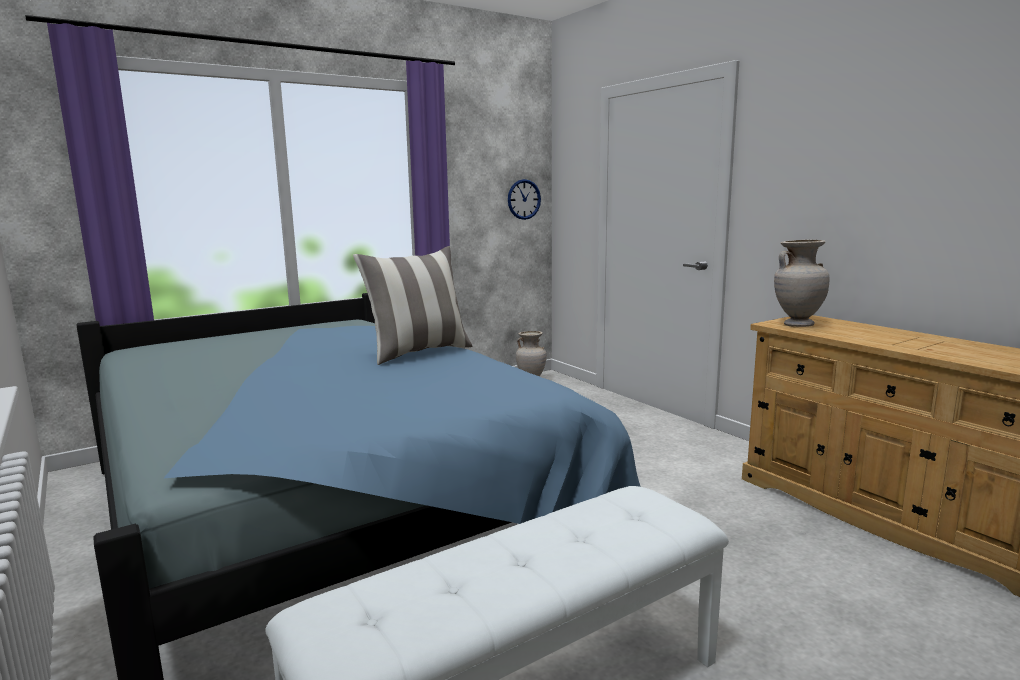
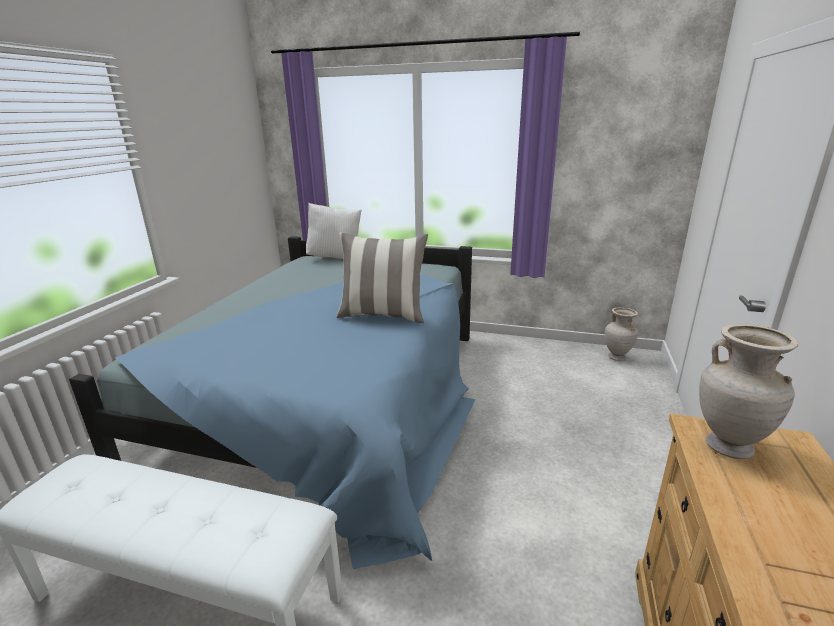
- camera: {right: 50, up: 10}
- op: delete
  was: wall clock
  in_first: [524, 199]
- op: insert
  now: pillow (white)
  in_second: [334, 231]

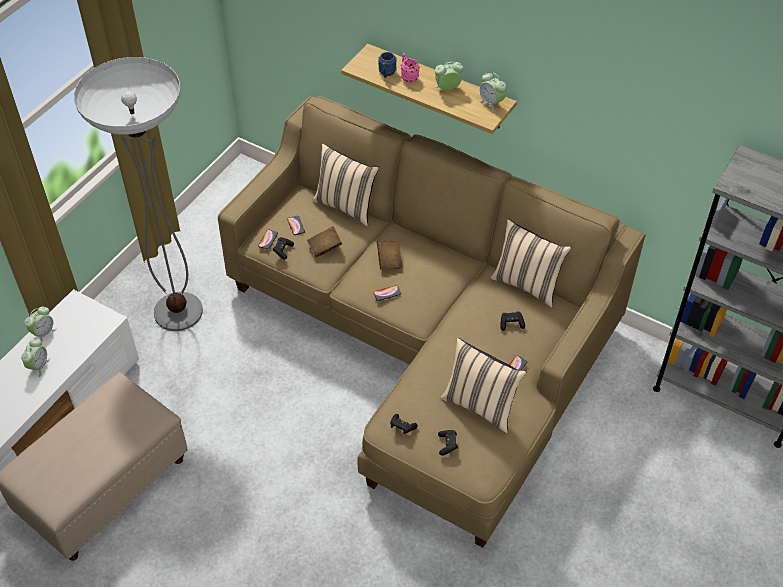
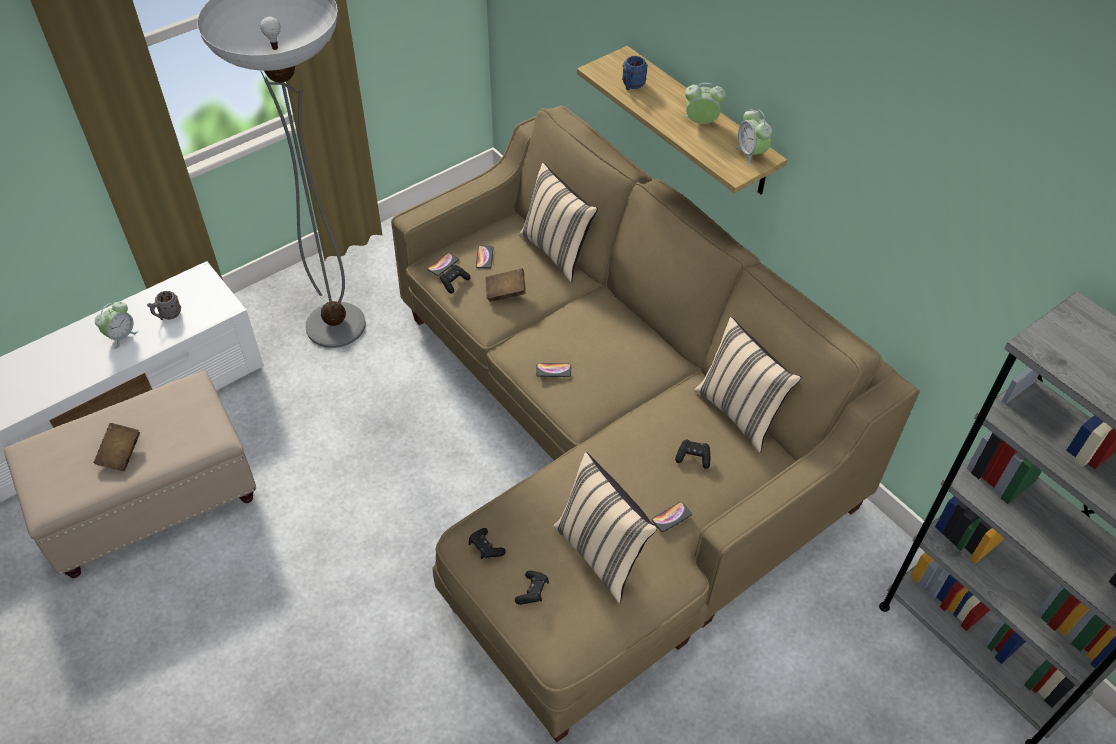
- camera: {right: 20, up: 0}
- op: delete
  was: mug (pink)
  in_first: [410, 68]
- op: move
  was: book (brown)
  in_first: [389, 255]
  in_second: [117, 447]
- op: delete
  was: alarm clock
  in_first: [40, 324]
- op: insert
  now: mug (grey)
  in_second: [164, 305]

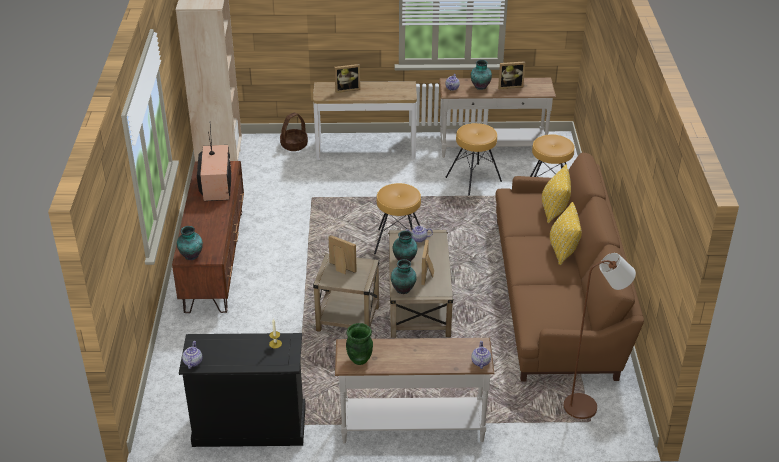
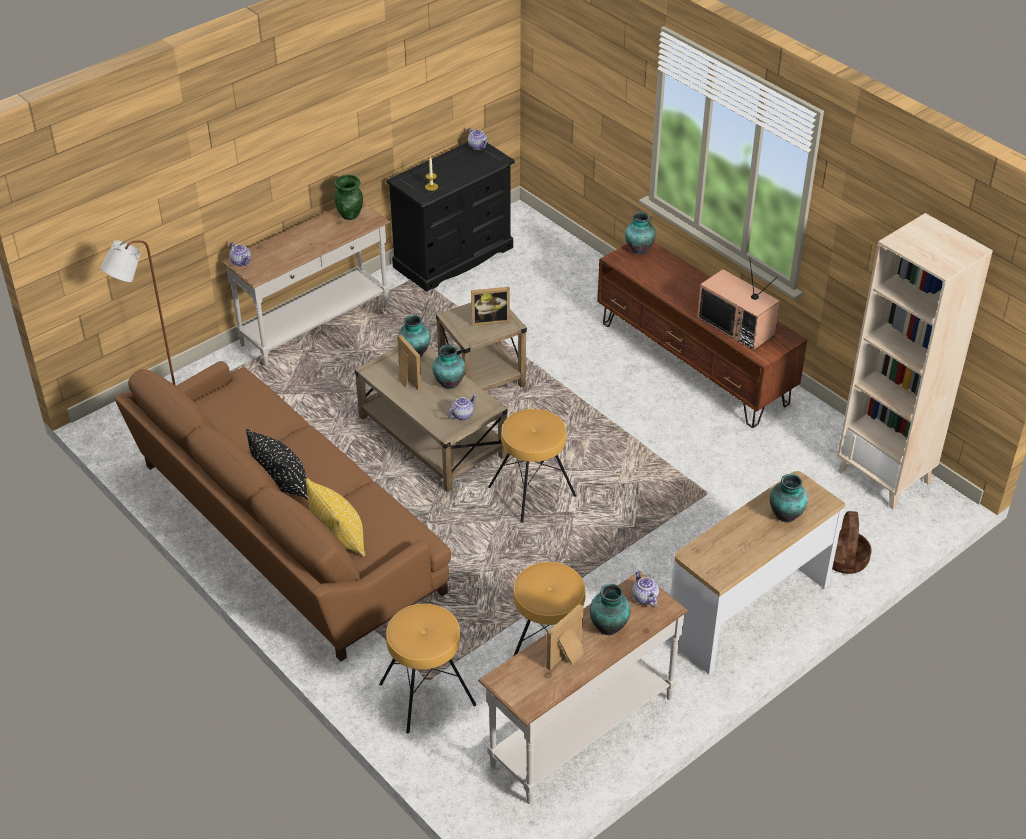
- camera: {right: 140, up: 5}
- op: replace
  was: picture frame
  now: vase
  in_first: [347, 78]
  in_second: [789, 498]
- op: recolor
  was: pillow (yellow)
  now: pillow (black)
  in_first: [566, 233]
  in_second: [277, 464]

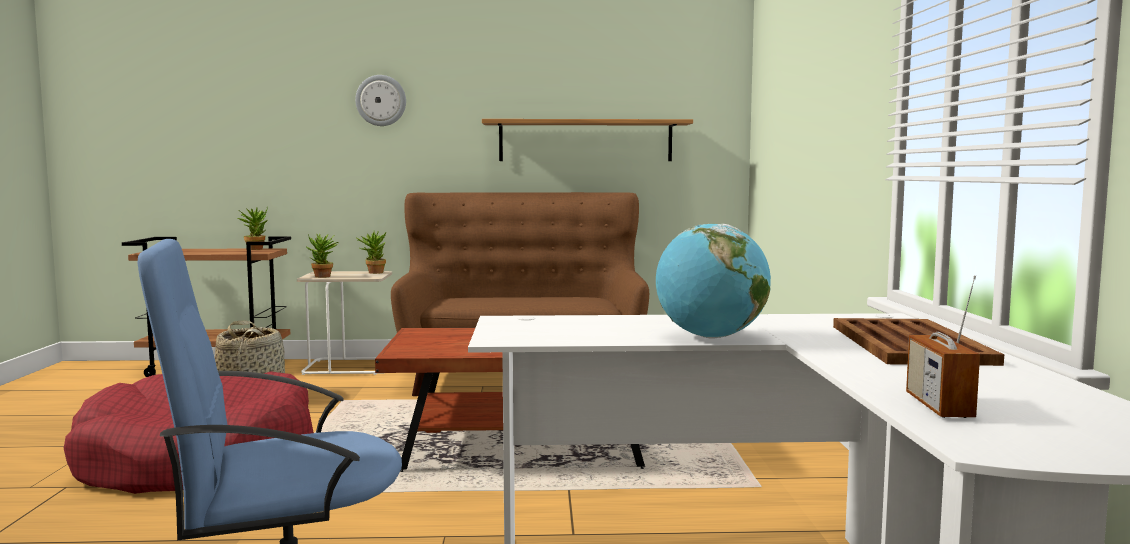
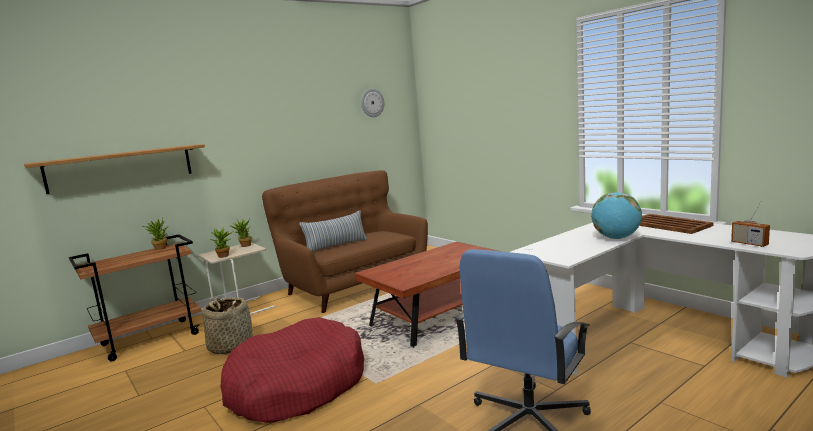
- camera: {right: -35, up: 5}
- op: move
  was: wall clock
  in_first: [380, 100]
  in_second: [372, 102]
- op: move
  was: shelf
  in_first: [587, 140]
  in_second: [114, 169]
- op: insert
  now: pillow
  in_second: [333, 231]

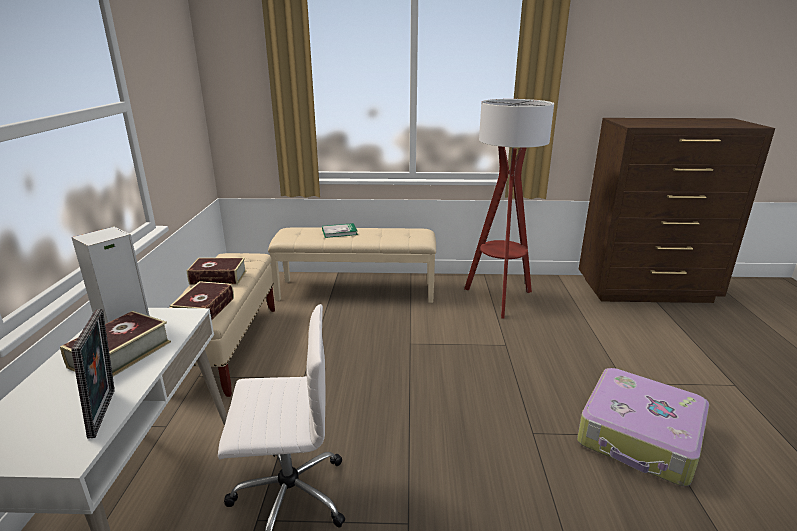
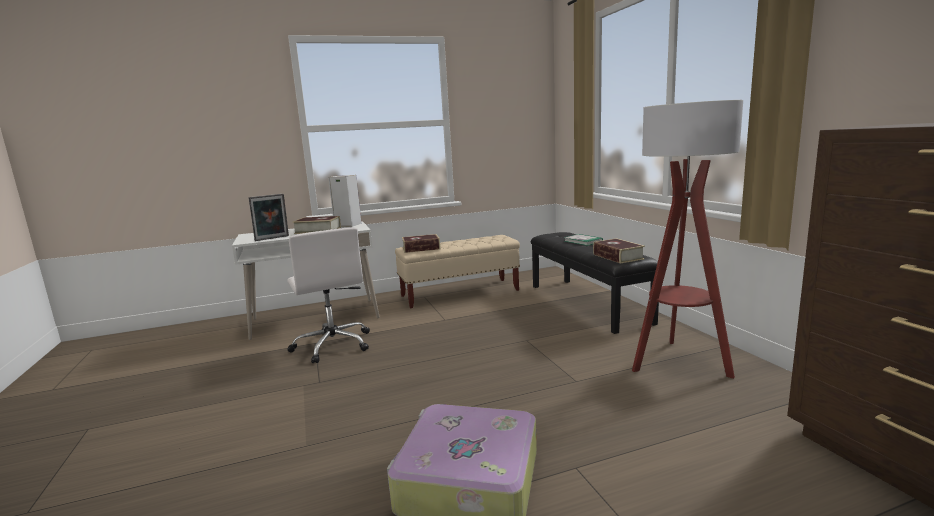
- camera: {right: 70, up: -10}
- op: recolor
  was: bench (beige)
  now: bench (black)
  in_first: [352, 265]
  in_second: [595, 283]
- op: move
  was: book
  in_first: [217, 271]
  in_second: [619, 251]

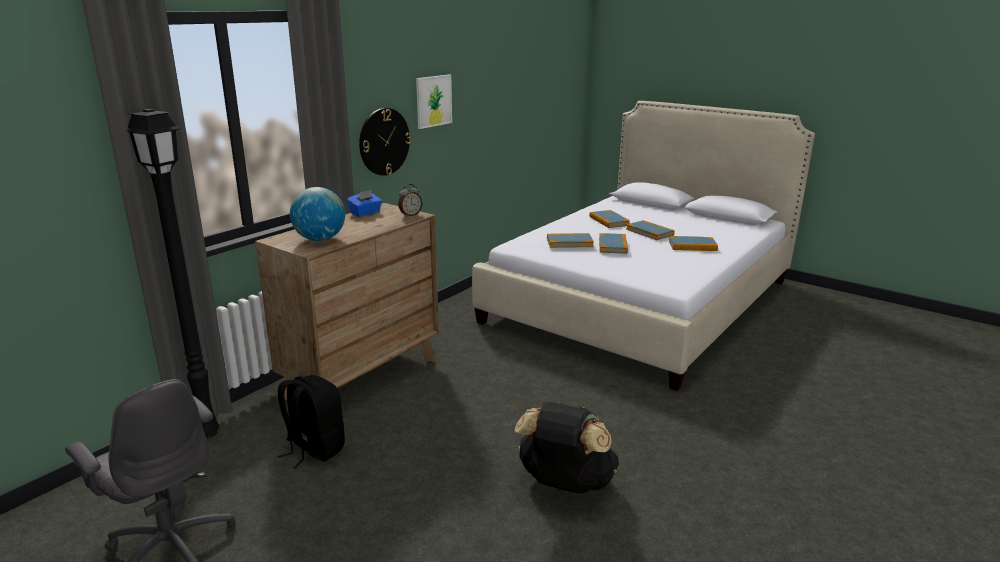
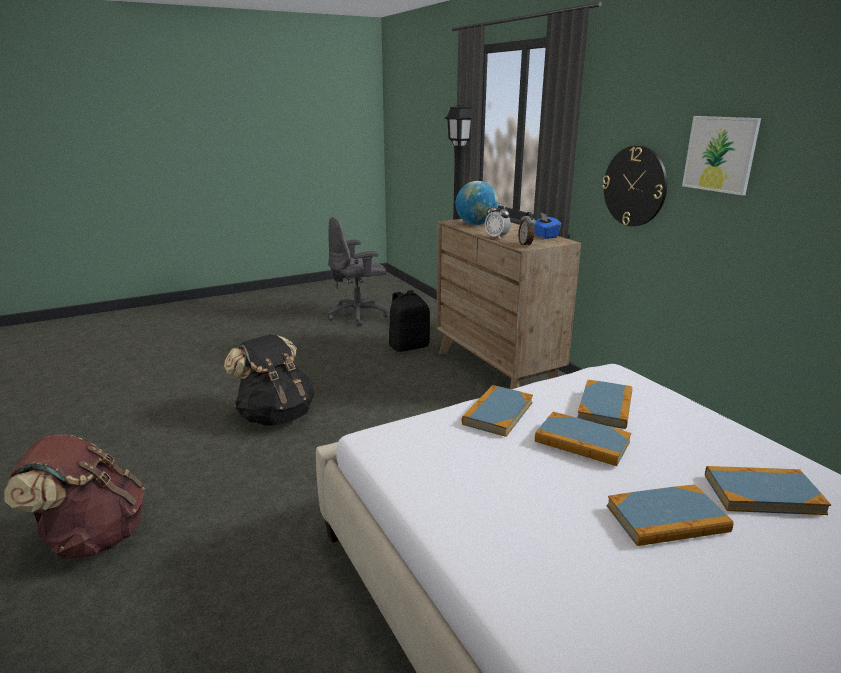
- camera: {right: 115, up: 0}
- op: move
  was: book
  in_first: [693, 243]
  in_second: [497, 411]
- op: insert
  now: alarm clock
  in_second: [498, 221]
- op: insert
  now: backpack (brown)
  in_second: [74, 496]

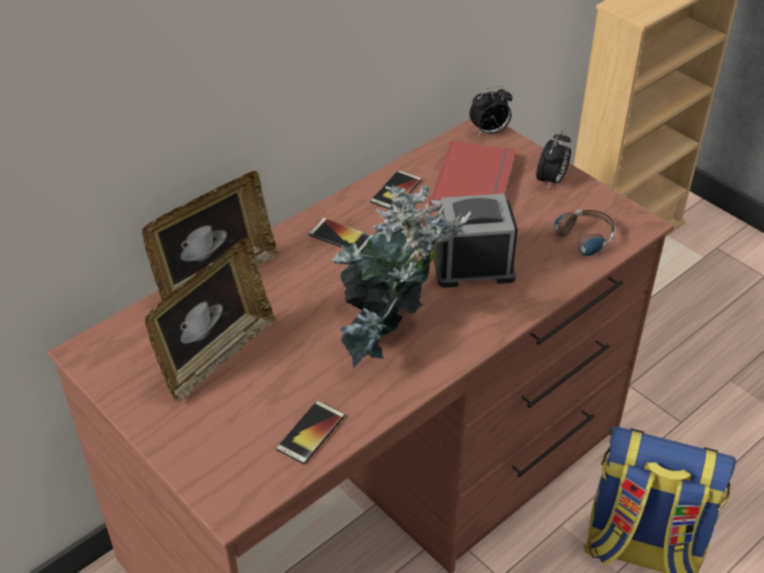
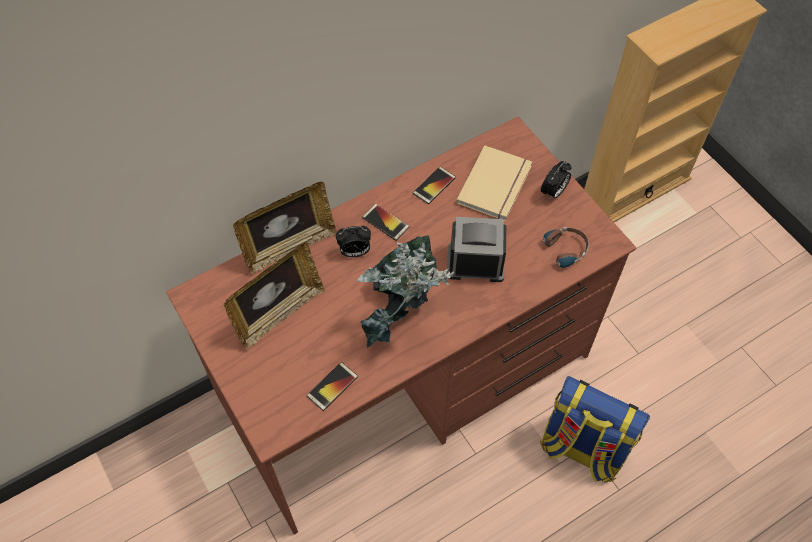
- camera: {right: 10, up: 15}
- op: move
  was: alarm clock
  in_first: [490, 110]
  in_second: [353, 241]
- op: recolor
  was: book (red)
  now: book (beige)
  in_first: [473, 173]
  in_second: [494, 183]

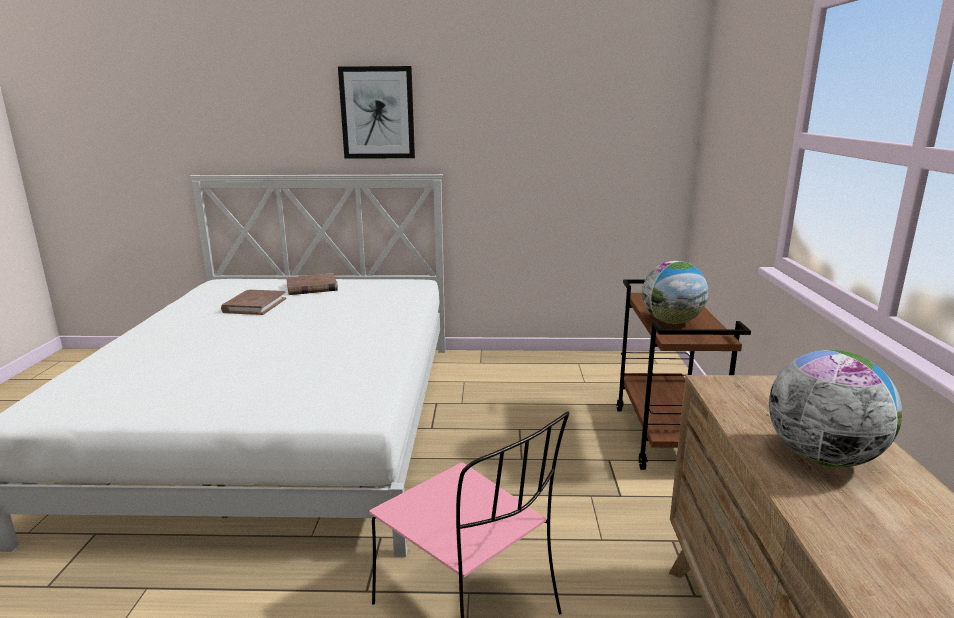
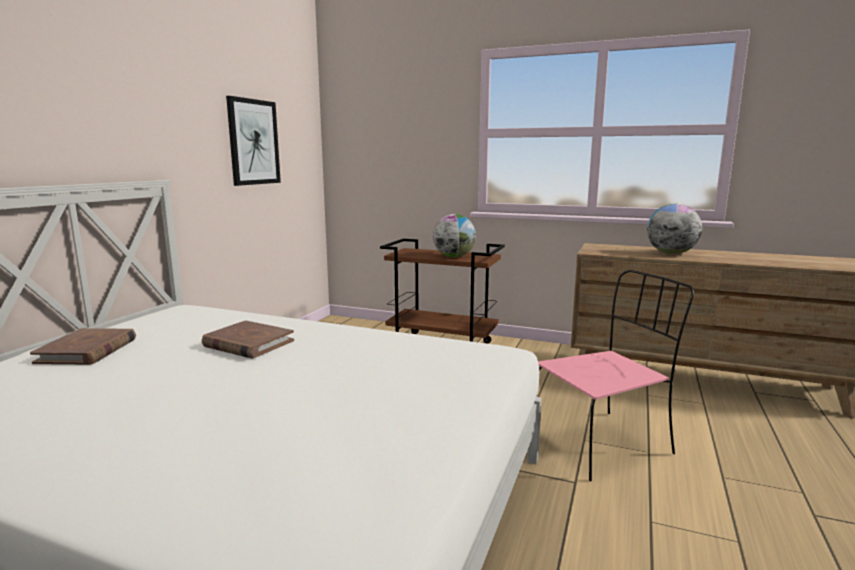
- camera: {right: -70, up: -5}
- op: move
  was: picture
  in_first: [376, 112]
  in_second: [253, 141]
- op: move
  was: book (brown)
  in_first: [253, 302]
  in_second: [248, 339]

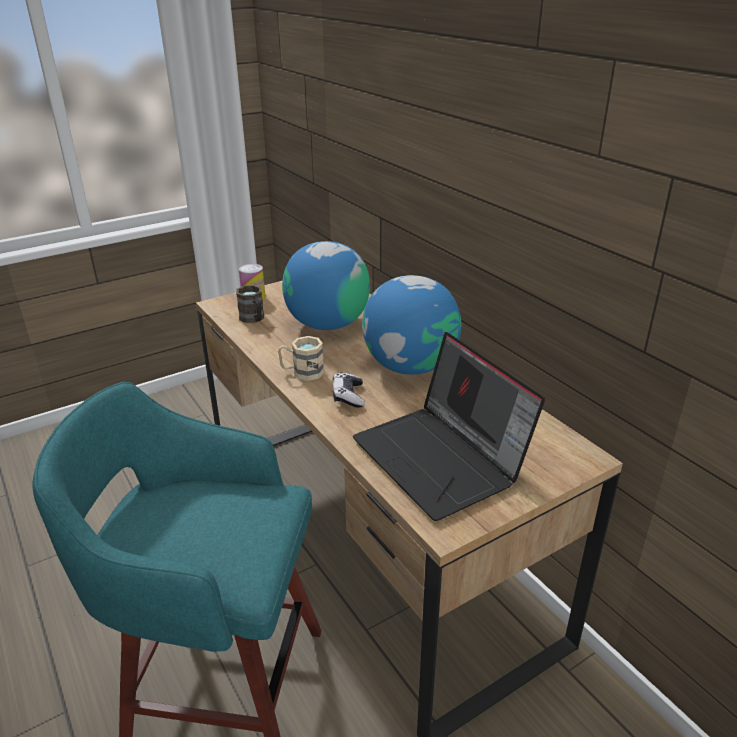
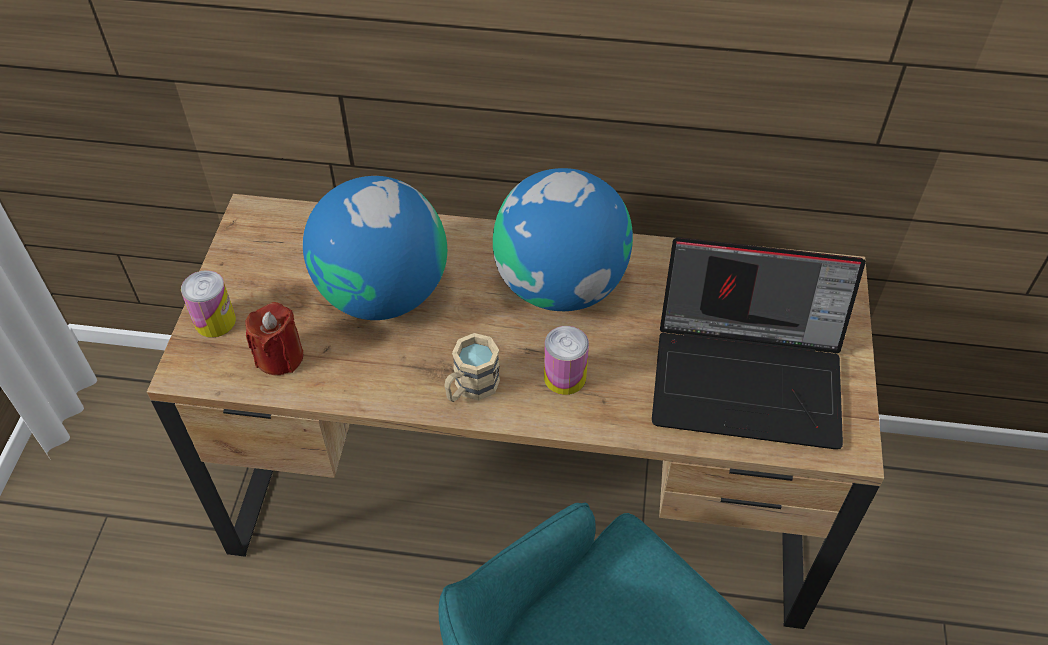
- camera: {right: -50, up: 20}
- op: replace
  was: mug (brown)
  now: candle (red)
  in_first: [250, 304]
  in_second: [274, 338]
- op: replace
  was: game controller
  now: can
  in_first: [349, 390]
  in_second: [566, 360]

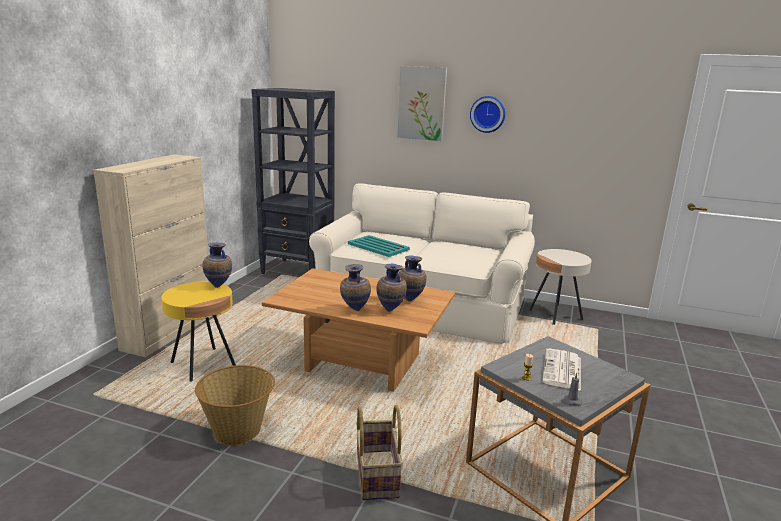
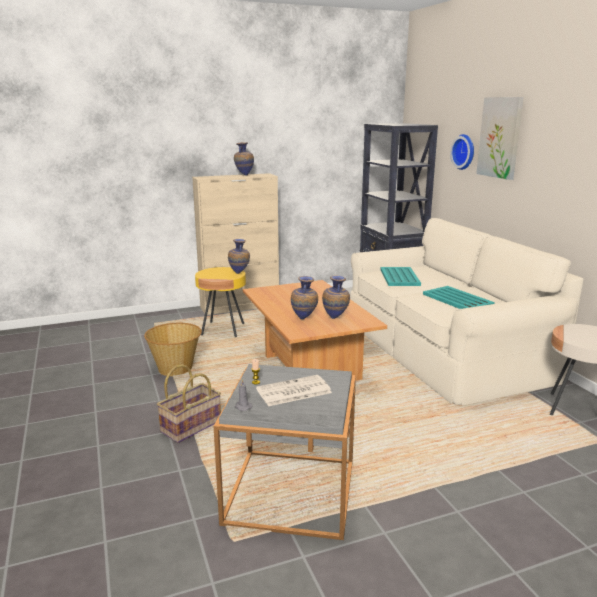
- camera: {right: 50, up: 0}
- op: move
  was: wall clock
  in_first: [487, 114]
  in_second: [462, 152]
- op: move
  was: vase
  in_first: [355, 287]
  in_second: [244, 159]
- op: insert
  now: tray (turquoise)
  in_second: [459, 297]

